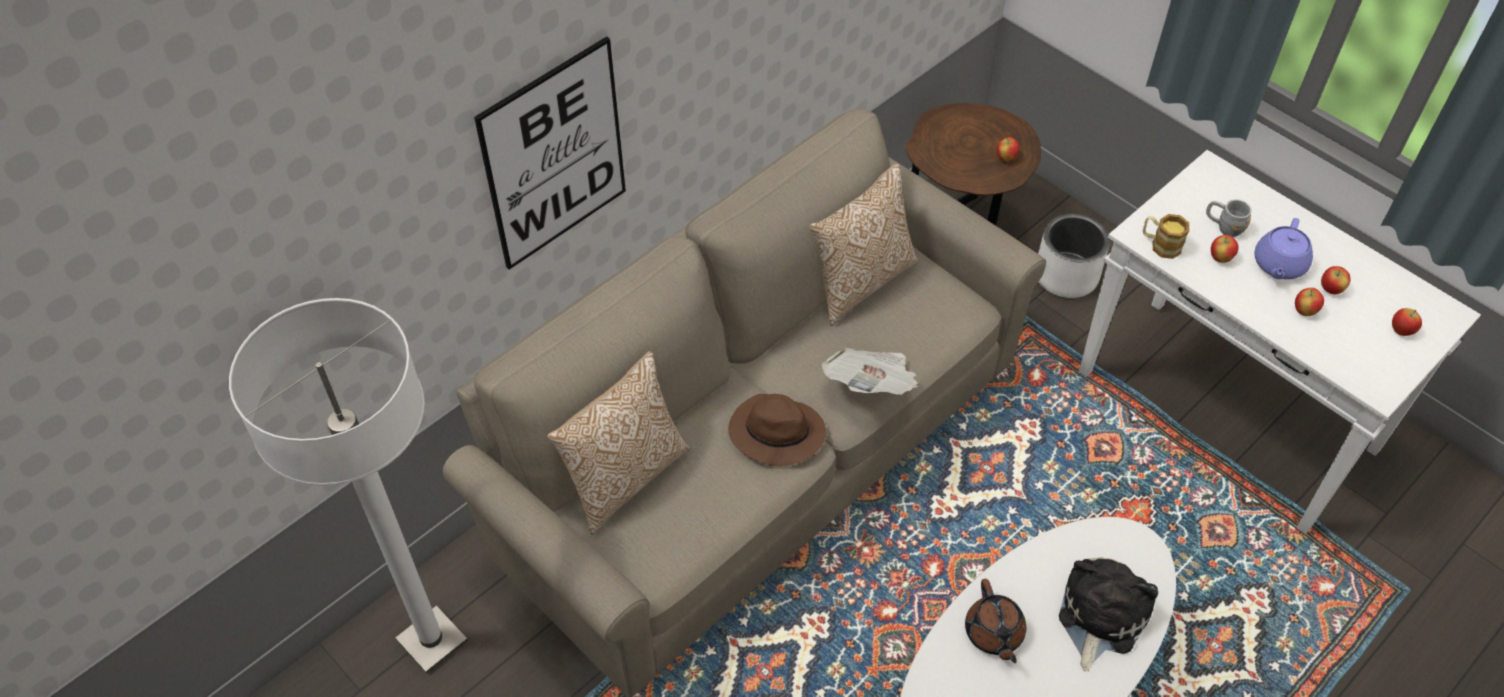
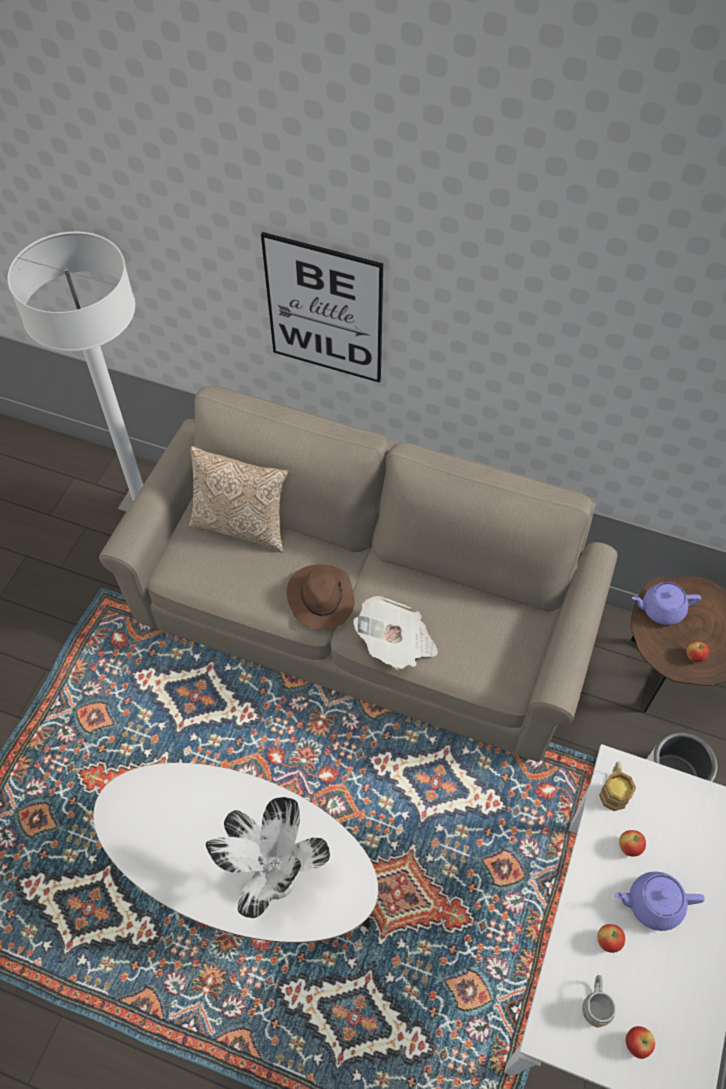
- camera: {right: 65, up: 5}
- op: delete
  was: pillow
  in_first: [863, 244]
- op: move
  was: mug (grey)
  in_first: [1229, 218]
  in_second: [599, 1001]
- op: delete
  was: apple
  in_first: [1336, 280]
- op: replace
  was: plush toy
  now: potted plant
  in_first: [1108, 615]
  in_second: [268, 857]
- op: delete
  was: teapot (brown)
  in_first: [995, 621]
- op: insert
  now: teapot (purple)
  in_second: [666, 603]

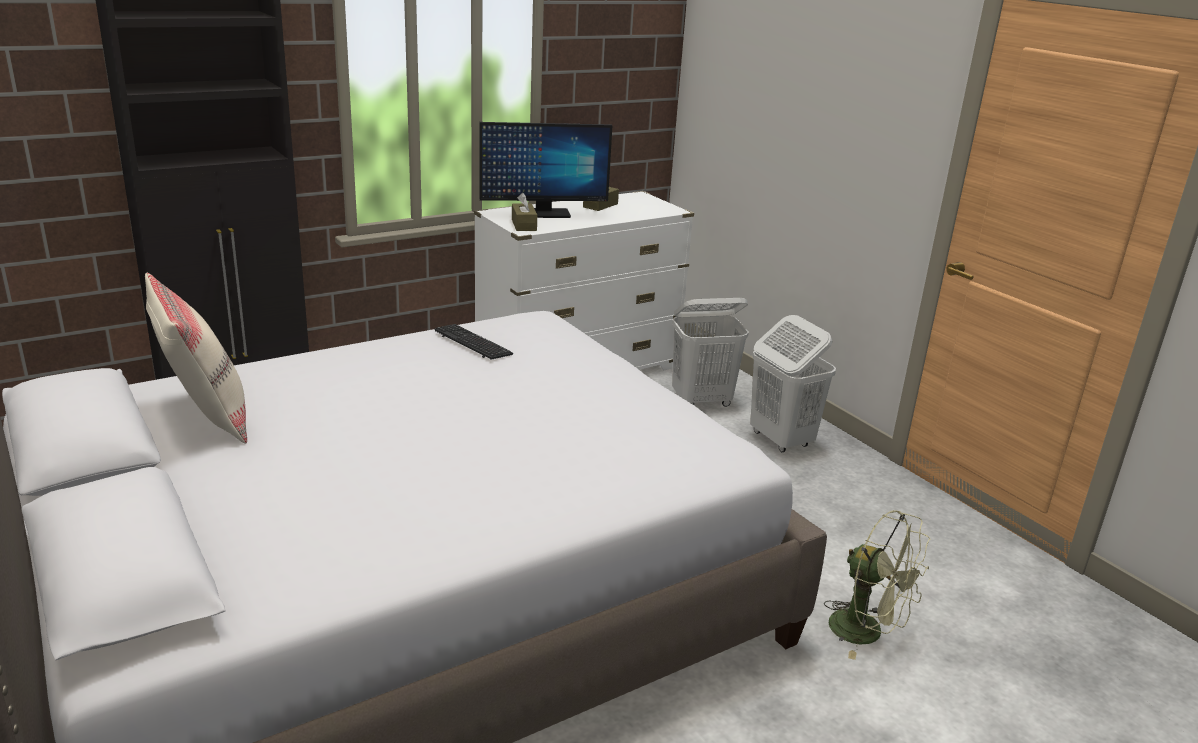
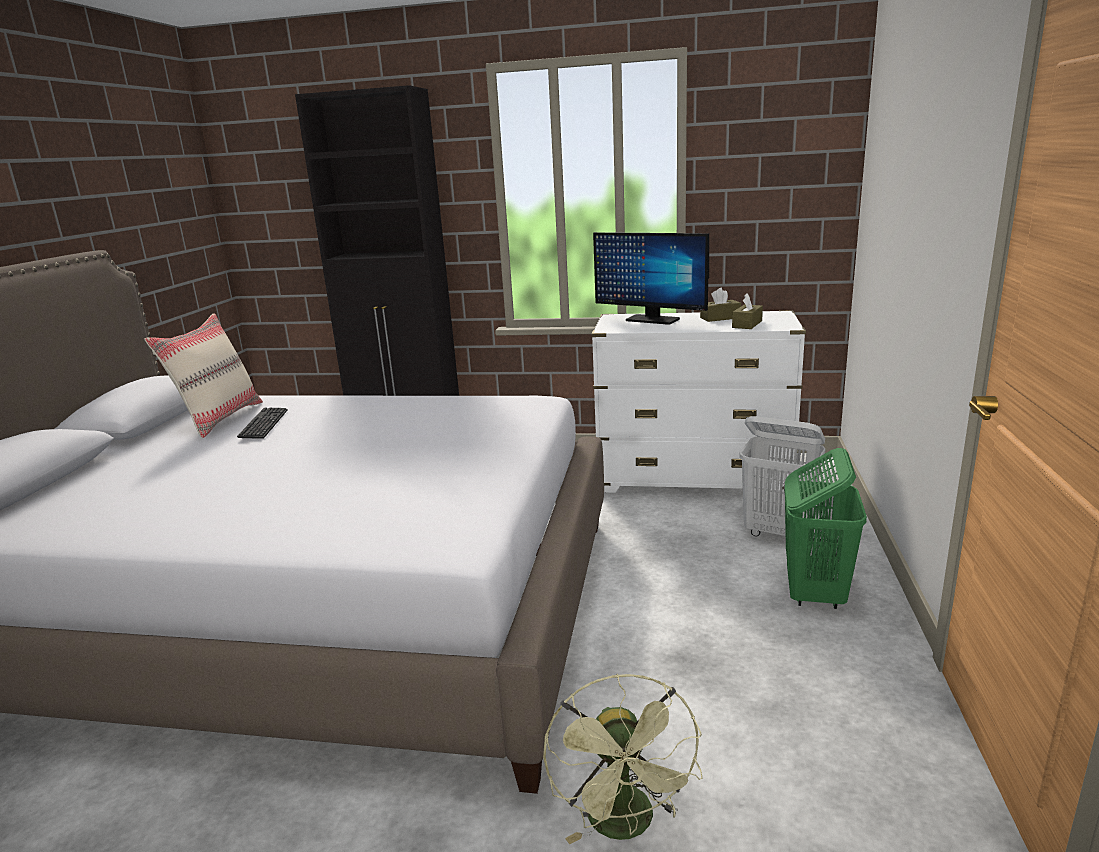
- camera: {right: 45, up: -5}
- op: move
  was: tissue box (brown)
  in_first: [524, 212]
  in_second: [747, 311]
- op: recolor
  was: laundry basket (white)
  now: laundry basket (green)
  in_first: [793, 383]
  in_second: [825, 528]
- op: move
  was: keyboard
  in_first: [474, 342]
  in_second: [262, 423]

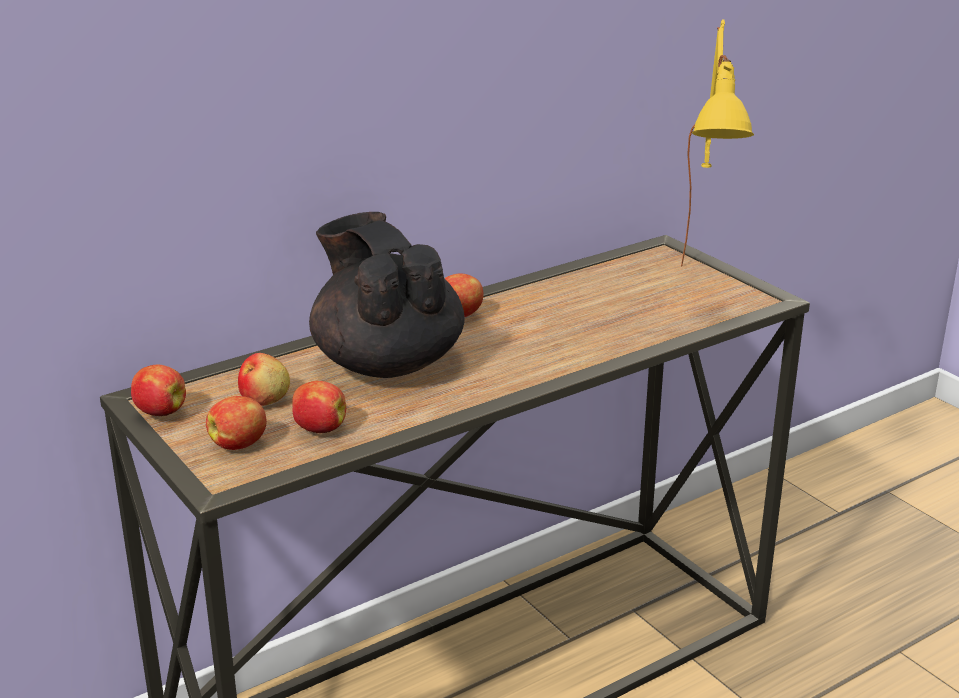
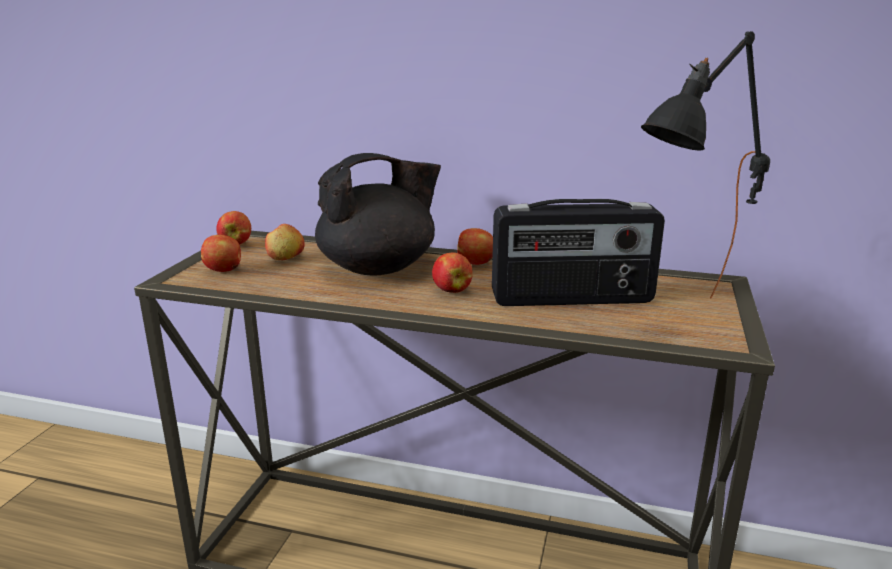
- camera: {right: 50, up: -5}
- op: recolor
  was: table lamp (yellow)
  now: table lamp (black)
  in_first: [717, 143]
  in_second: [705, 165]
- op: rotate
  was: teapot (black)
  in_first: [387, 295]
  in_second: [378, 214]
  clockwise: 45
- op: move
  was: apple
  in_first: [319, 407]
  in_second: [452, 272]
- op: insert
  now: radio
  in_second: [578, 252]

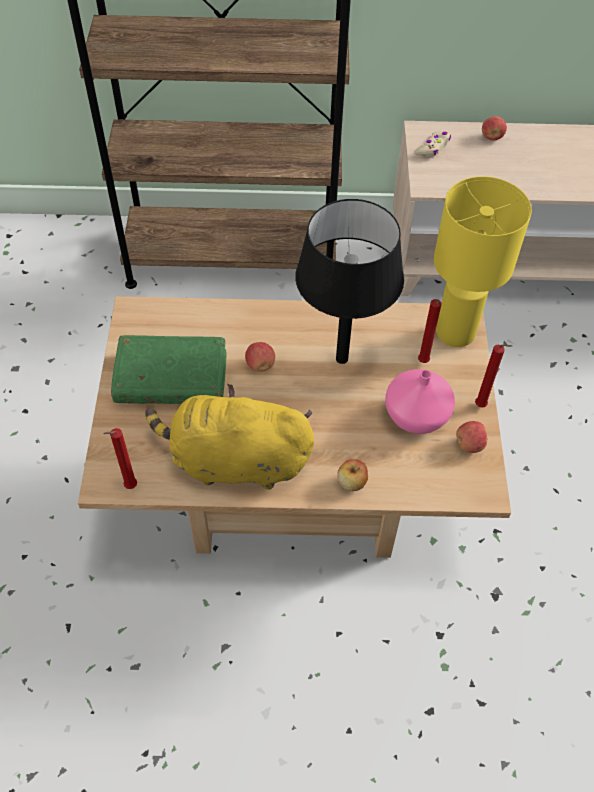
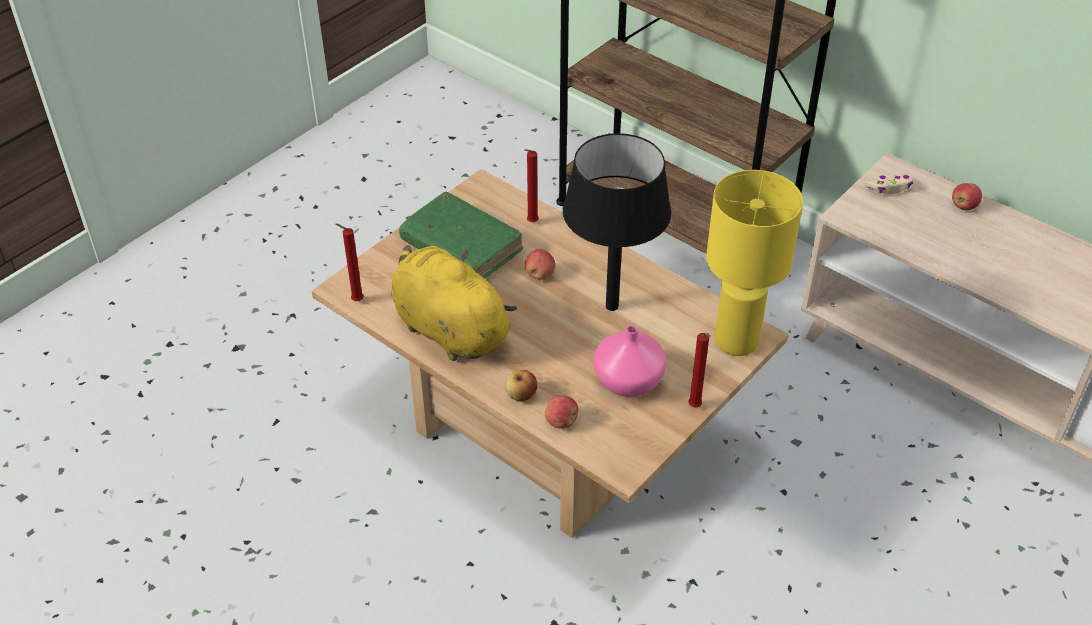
- camera: {right: 40, up: -10}
- op: move
  was: candle (red)
  in_first: [429, 331]
  in_second: [531, 185]
- op: move
  was: apple
  in_first: [472, 437]
  in_second: [561, 412]

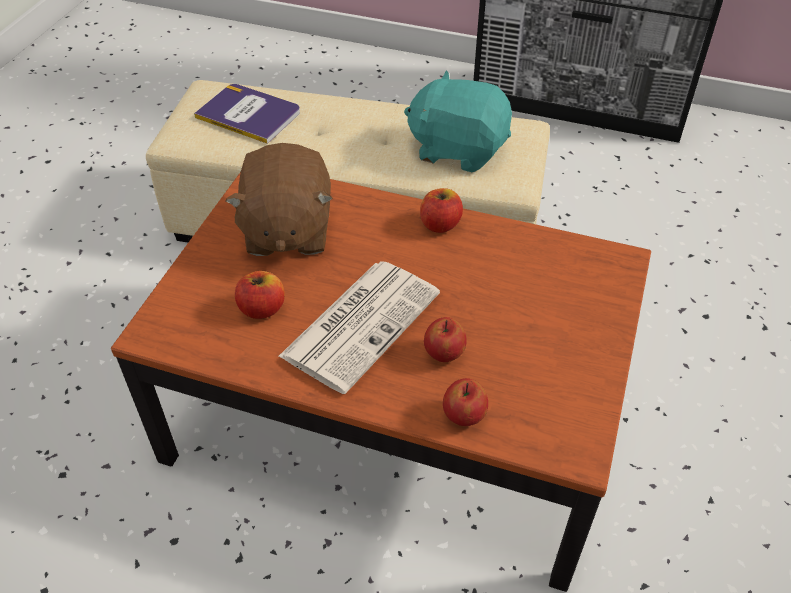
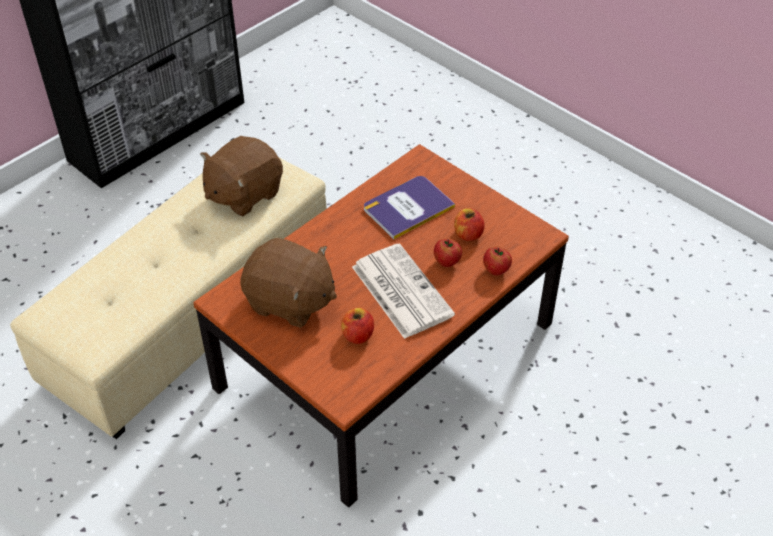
- camera: {right: -65, up: 0}
- op: recolor
  was: plush toy (turquoise)
  now: plush toy (brown)
  in_first: [458, 121]
  in_second: [241, 176]
- op: move
  was: book
  in_first: [247, 114]
  in_second: [409, 207]
- op: move
  was: apple
  in_first: [441, 210]
  in_second: [469, 224]

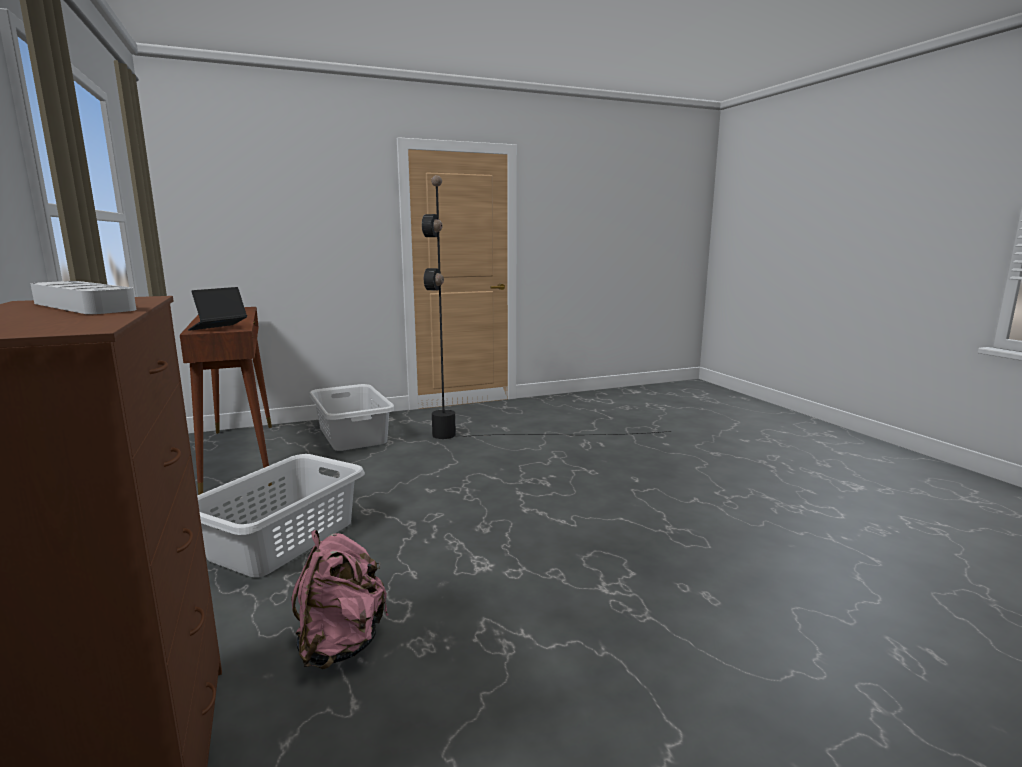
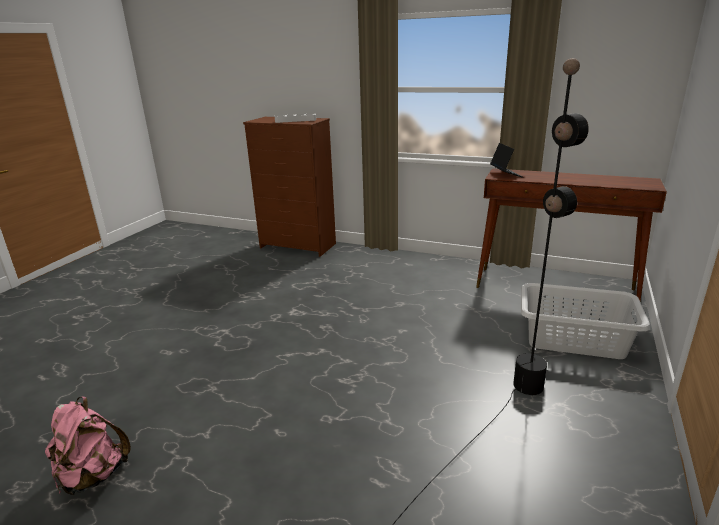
- camera: {right: 135, up: 10}
- op: delete
  was: laundry basket (grey)
  in_first: [281, 515]
- op: move
  was: backpack (pink)
  in_first: [339, 599]
  in_second: [88, 445]

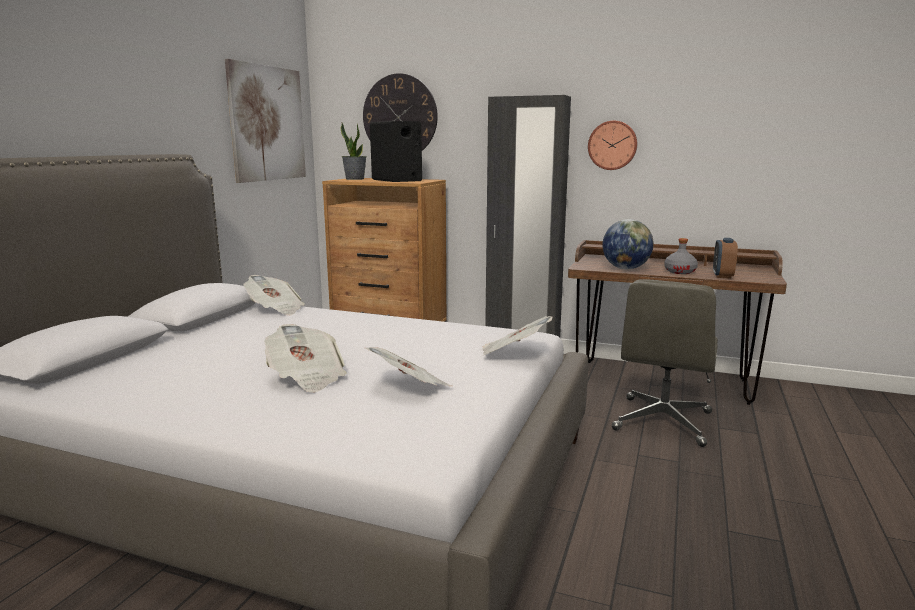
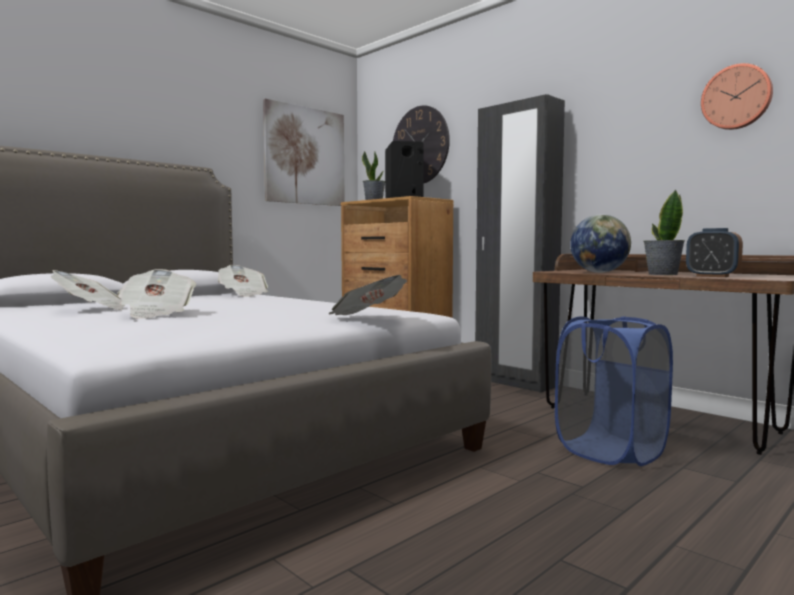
- camera: {right: 25, up: -10}
- op: move
  was: wall clock
  in_first: [612, 145]
  in_second: [737, 96]
- op: replace
  was: bottle (grey)
  now: potted plant
  in_first: [681, 256]
  in_second: [664, 232]
- op: rotate
  was: alarm clock
  in_first: [725, 258]
  in_second: [714, 252]
  clockwise: -90
- op: replace
  was: office chair (grey)
  now: laundry basket (blue)
  in_first: [665, 363]
  in_second: [614, 391]
- op: move
  was: newspaper
  in_first: [409, 366]
  in_second: [88, 290]

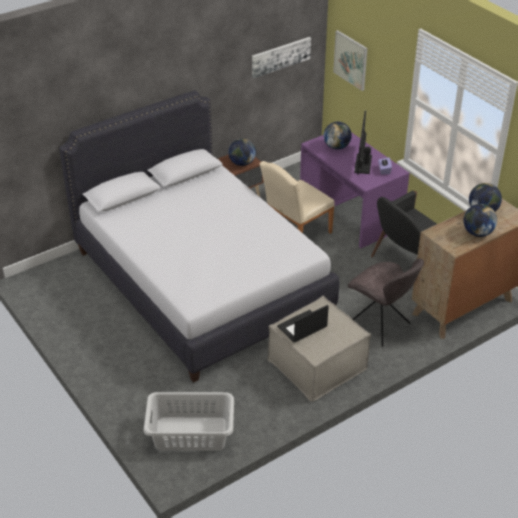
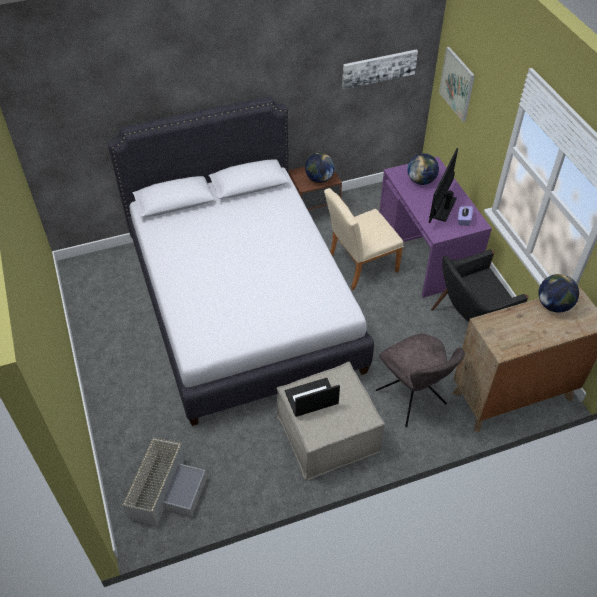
- camera: {right: 15, up: 10}
- op: delete
  was: globe
  in_first: [480, 220]
- op: replace
  was: laundry basket (grey)
  now: storage box (grey)
  in_first: [189, 421]
  in_second: [164, 481]

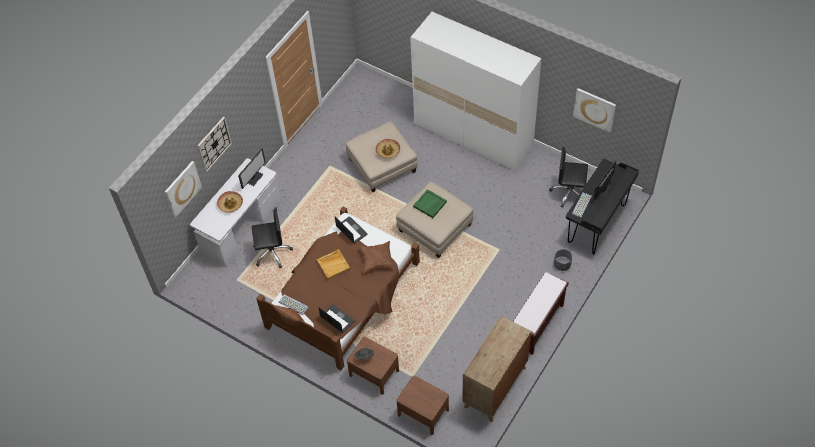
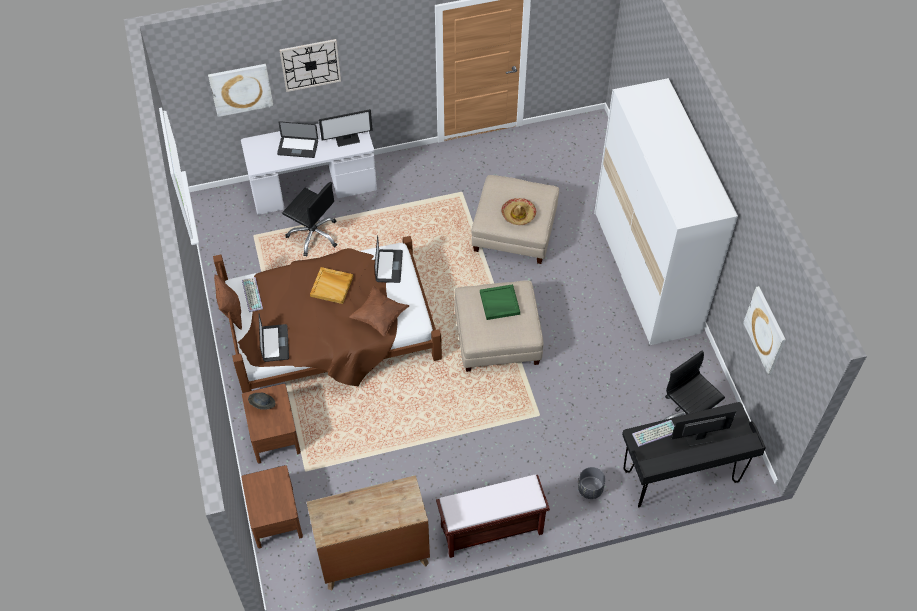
- camera: {right: 40, up: 0}
- op: replace
  was: hat
  now: laptop
  in_first: [230, 202]
  in_second: [297, 139]

